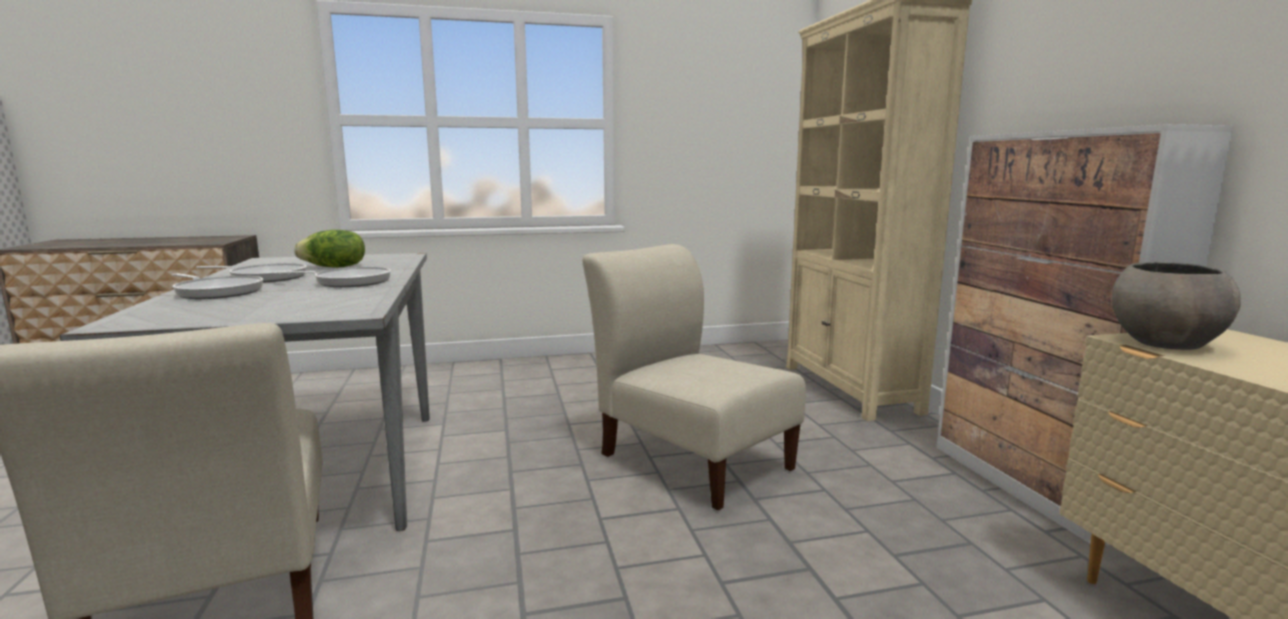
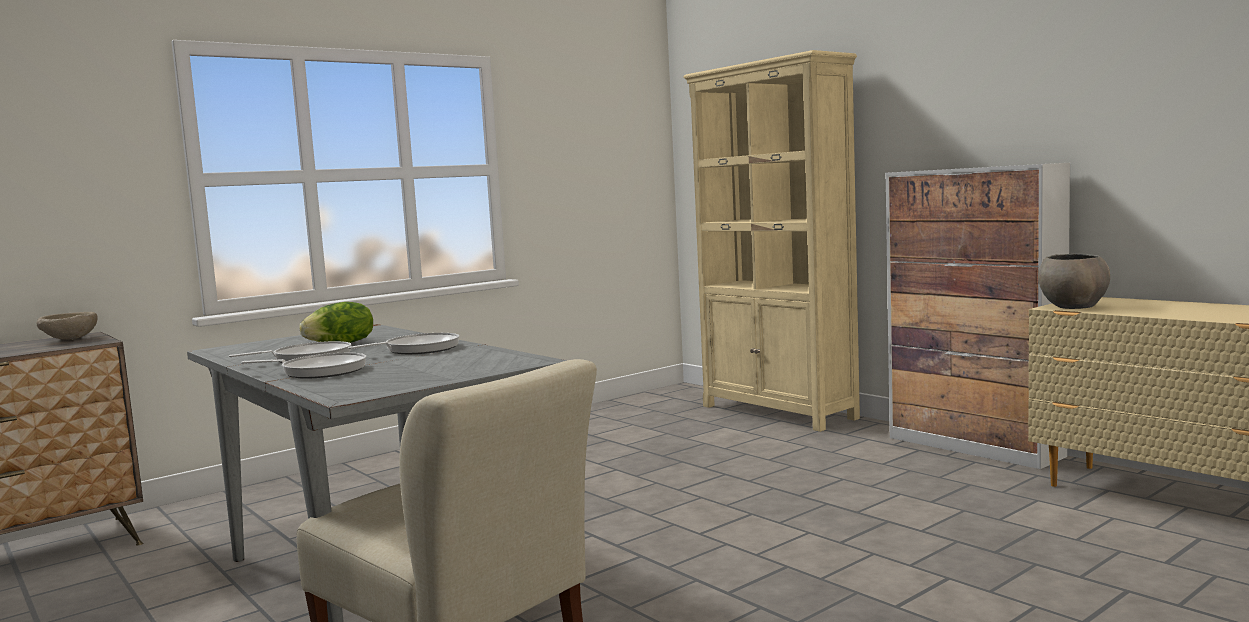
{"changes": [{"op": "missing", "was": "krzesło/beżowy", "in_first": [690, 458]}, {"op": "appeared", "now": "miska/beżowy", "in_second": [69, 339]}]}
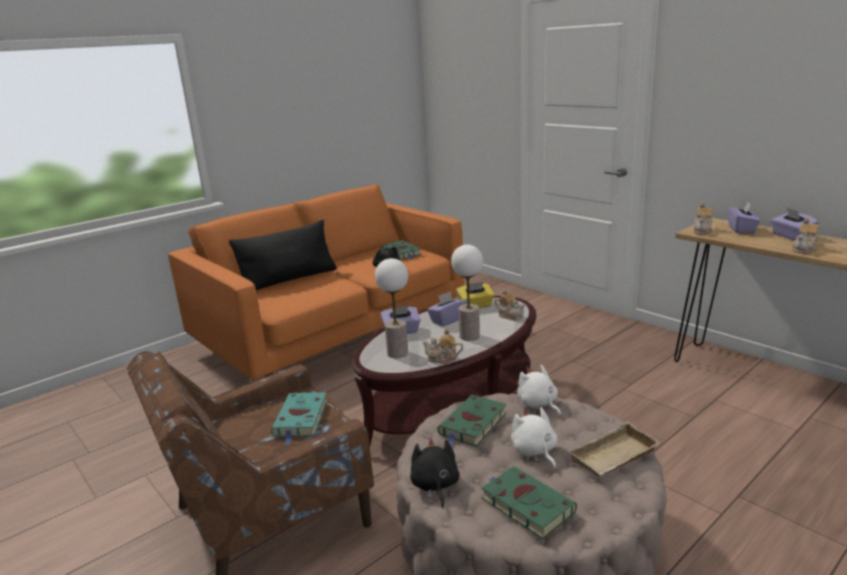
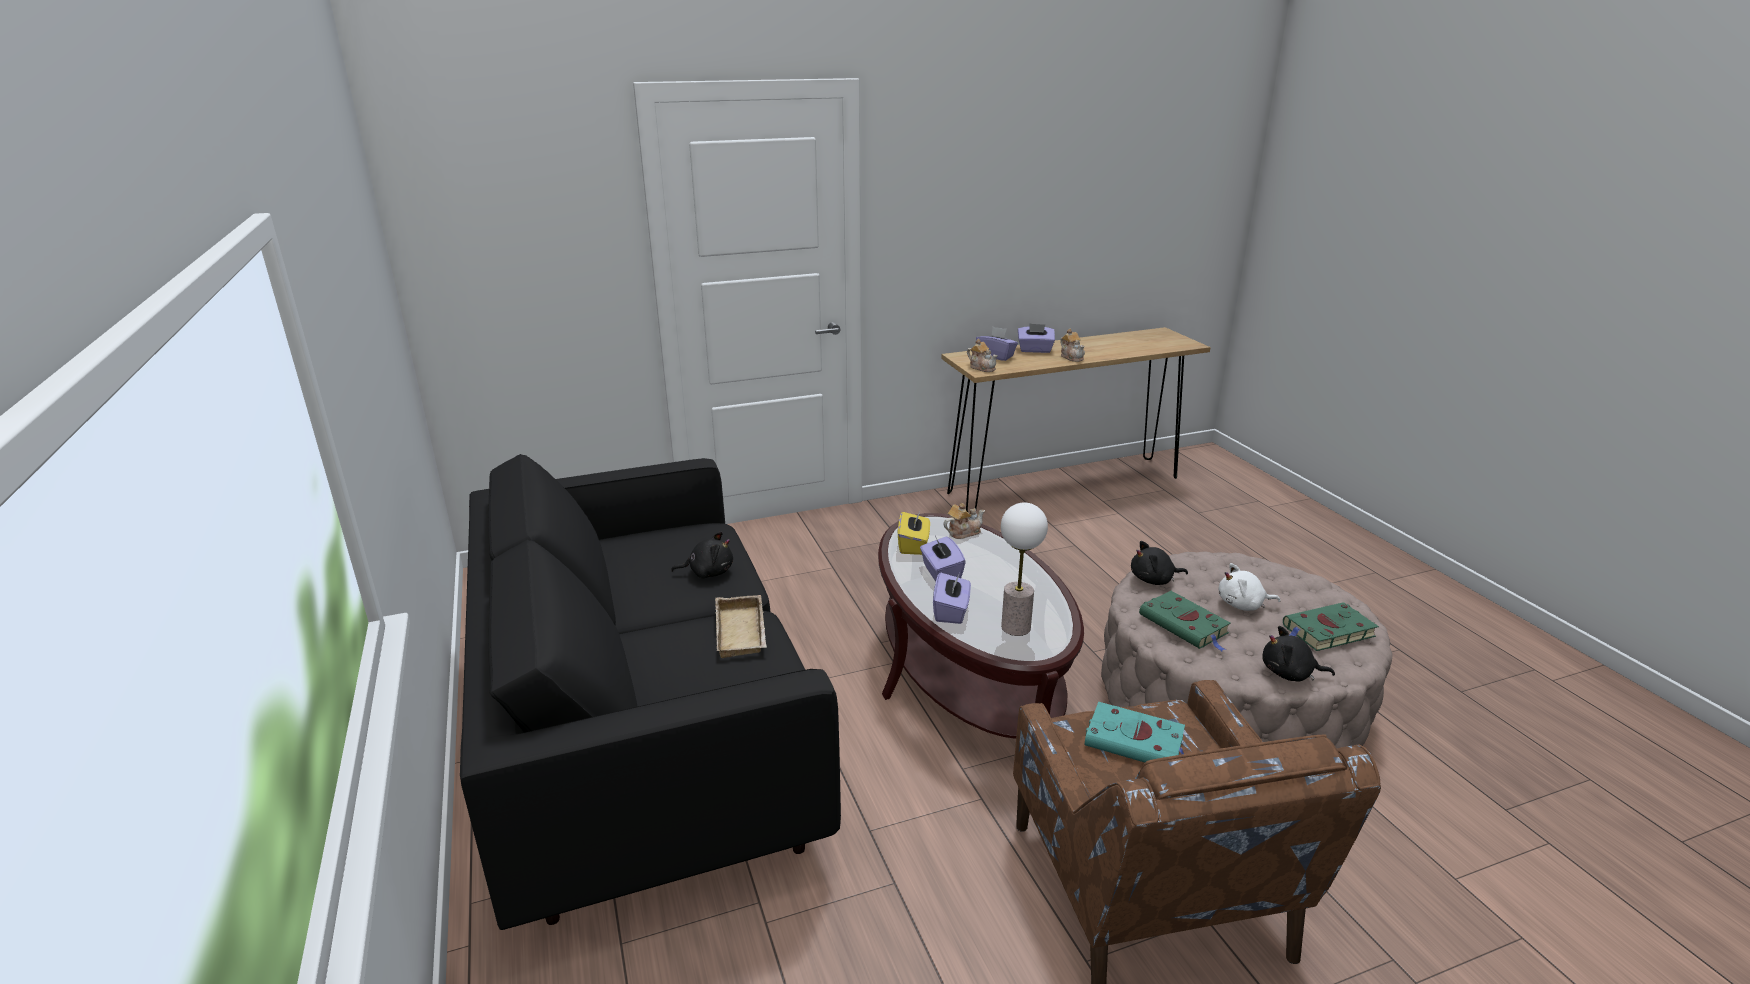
{"changes": [{"op": "colour", "was": "kanapa/pomarańczowy", "now": "kanapa/czarny", "in_first": [334, 335], "in_second": [648, 739]}, {"op": "missing", "was": "poduszka/czarny", "in_first": [289, 280]}, {"op": "missing", "was": "książka/zielony", "in_first": [402, 253]}, {"op": "missing", "was": "lampa stołowa", "in_first": [469, 336]}, {"op": "missing", "was": "imbryk", "in_first": [443, 359]}, {"op": "colour", "was": "pluszak/biały", "now": "pluszak/czarny", "in_first": [538, 404], "in_second": [1154, 580]}, {"op": "relocated", "was": "taca/beżowy", "in_first": [615, 458], "in_second": [743, 632]}]}
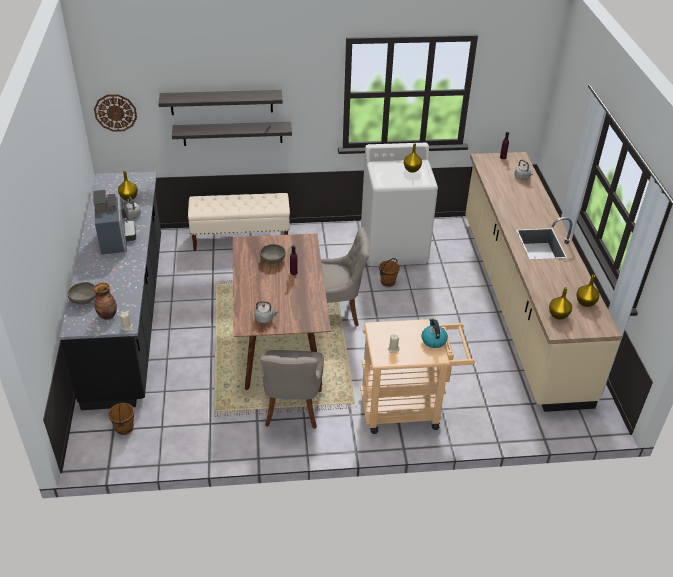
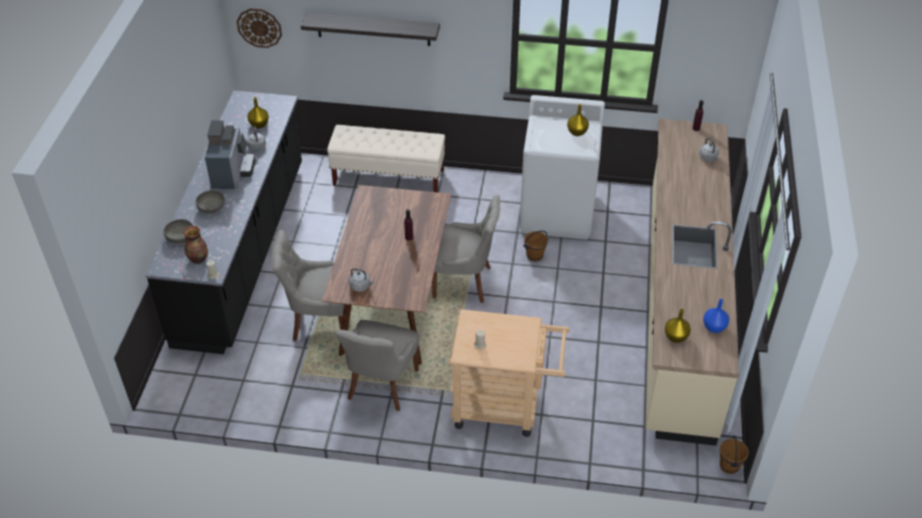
{"changes": [{"op": "missing", "was": "półka", "in_first": [232, 133]}, {"op": "relocated", "was": "miska/szary", "in_first": [272, 260], "in_second": [211, 208]}, {"op": "colour", "was": "wazon/żółty", "now": "wazon/niebieski", "in_first": [585, 303], "in_second": [713, 327]}, {"op": "missing", "was": "czajnik", "in_first": [433, 340]}, {"op": "relocated", "was": "wiadro/brązowy", "in_first": [125, 428], "in_second": [729, 466]}, {"op": "appeared", "now": "krzesło/szary", "in_second": [319, 321]}]}
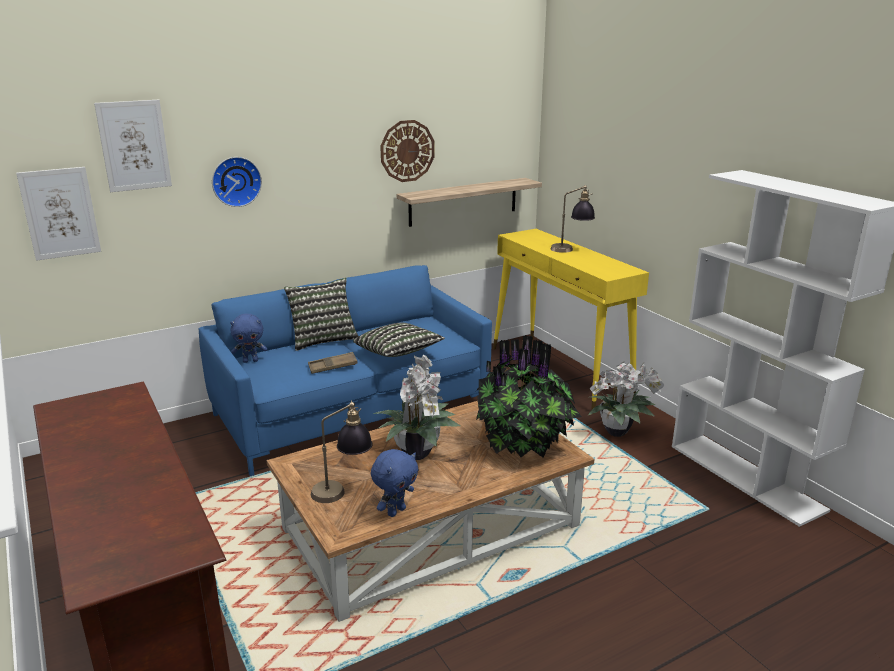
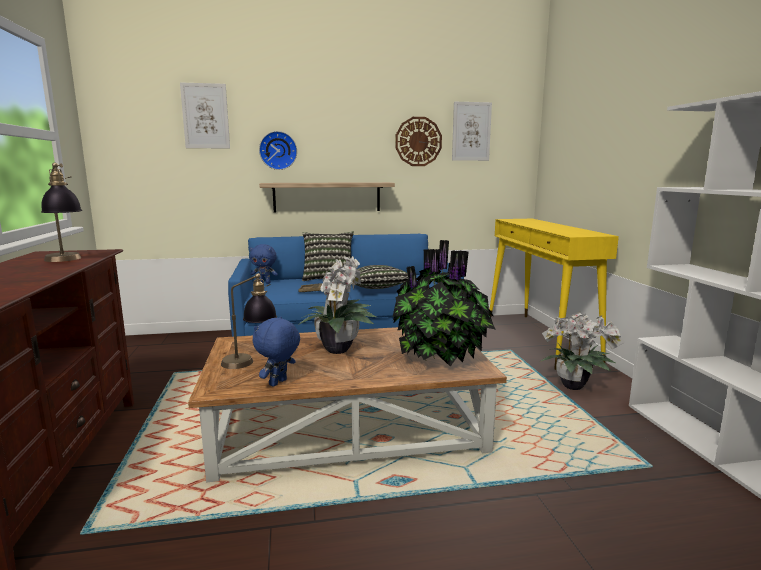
{"changes": [{"op": "relocated", "was": "obraz", "in_first": [60, 213], "in_second": [471, 131]}, {"op": "relocated", "was": "półka", "in_first": [463, 202], "in_second": [327, 197]}, {"op": "relocated", "was": "lampa stołowa", "in_first": [571, 250], "in_second": [66, 260]}, {"op": "spun", "was": "pluszak/niebieski", "in_first": [396, 511], "in_second": [278, 383], "clockwise": 150}]}
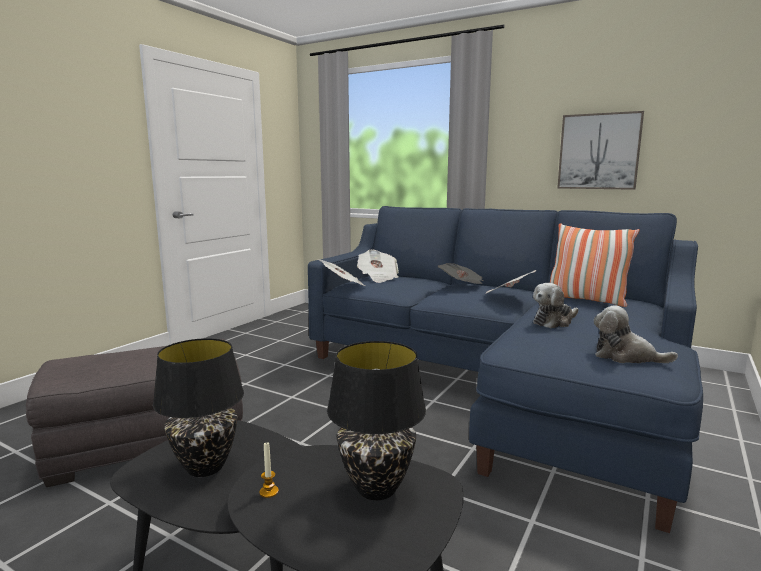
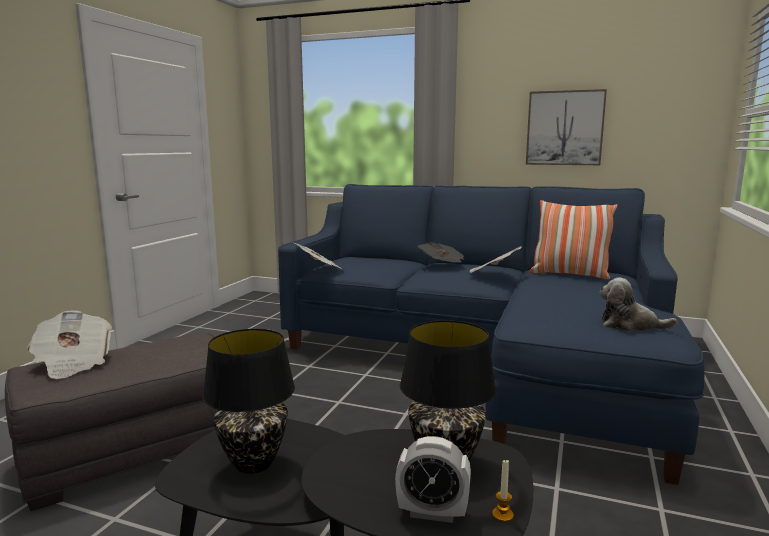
{"changes": [{"op": "relocated", "was": "gazeta", "in_first": [378, 278], "in_second": [73, 363]}, {"op": "missing", "was": "pluszak", "in_first": [554, 322]}, {"op": "relocated", "was": "świeca", "in_first": [269, 492], "in_second": [502, 515]}, {"op": "appeared", "now": "budzik", "in_second": [432, 513]}]}
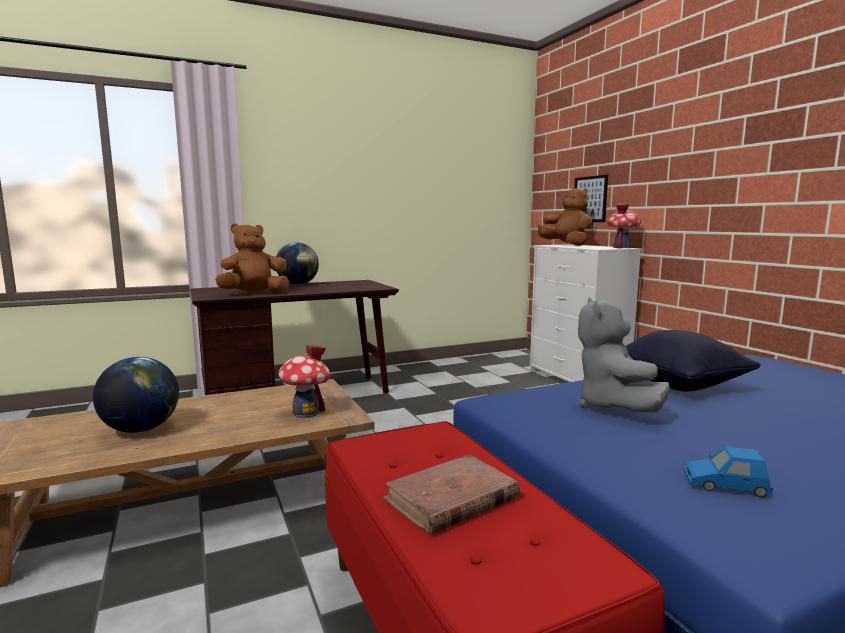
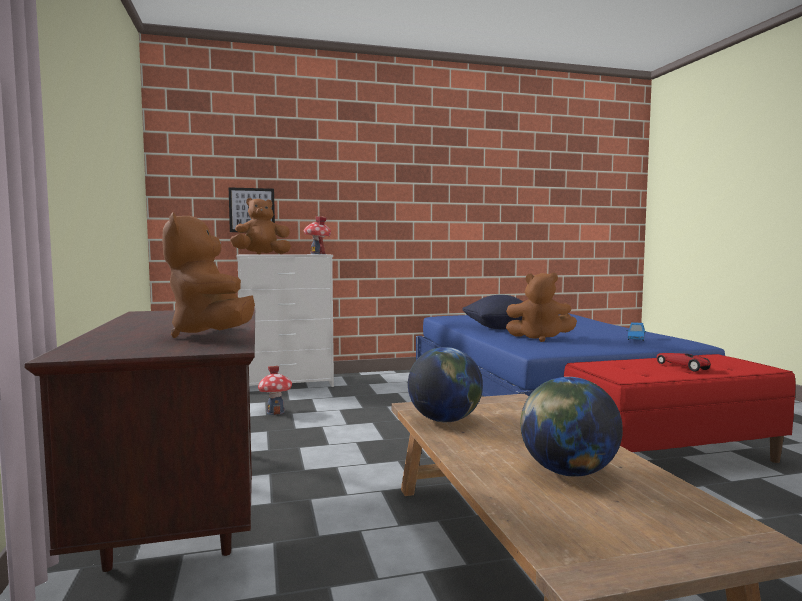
{"changes": [{"op": "relocated", "was": "globus", "in_first": [298, 284], "in_second": [445, 420]}, {"op": "colour", "was": "pluszak/szary", "now": "pluszak/brązowy", "in_first": [613, 407], "in_second": [539, 338]}, {"op": "relocated", "was": "domek", "in_first": [306, 413], "in_second": [275, 412]}, {"op": "exchanged", "was": "książka/brązowy", "now": "samochodzik", "in_first": [451, 499], "in_second": [682, 367]}]}
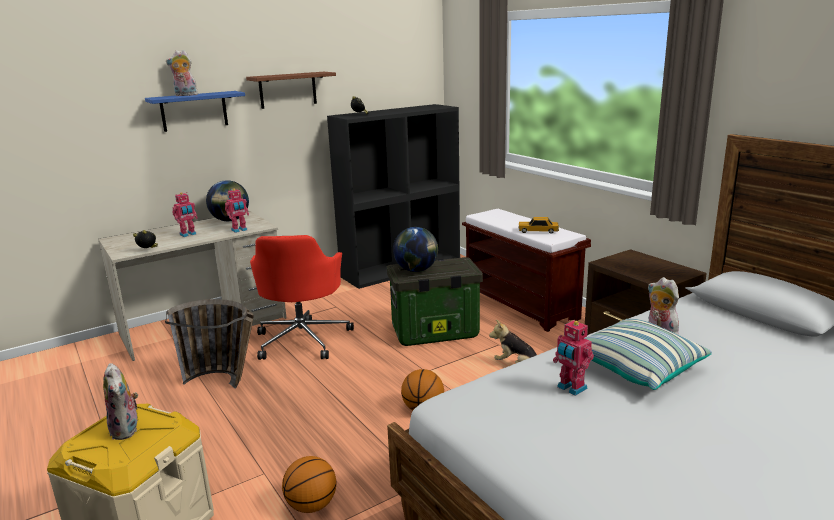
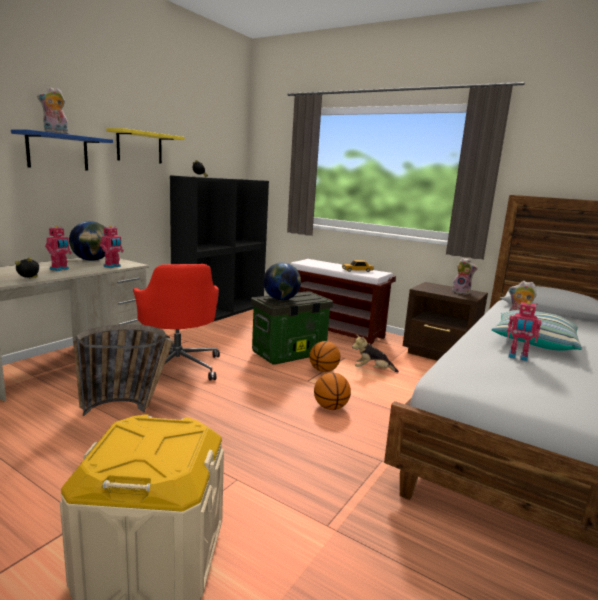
{"changes": [{"op": "colour", "was": "półka/brązowy", "now": "półka/żółty", "in_first": [288, 90], "in_second": [139, 147]}, {"op": "relocated", "was": "pluszak", "in_first": [127, 430], "in_second": [461, 292]}, {"op": "relocated", "was": "piłka do koszykówki", "in_first": [311, 505], "in_second": [323, 370]}]}
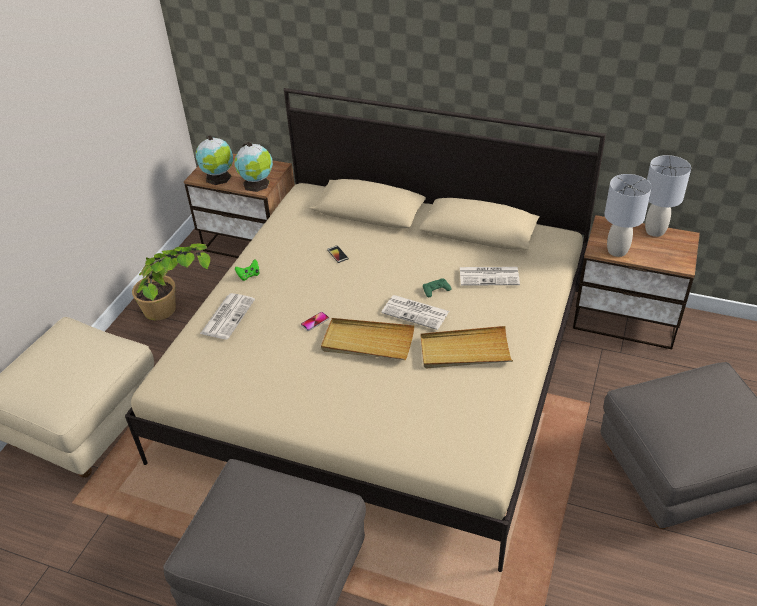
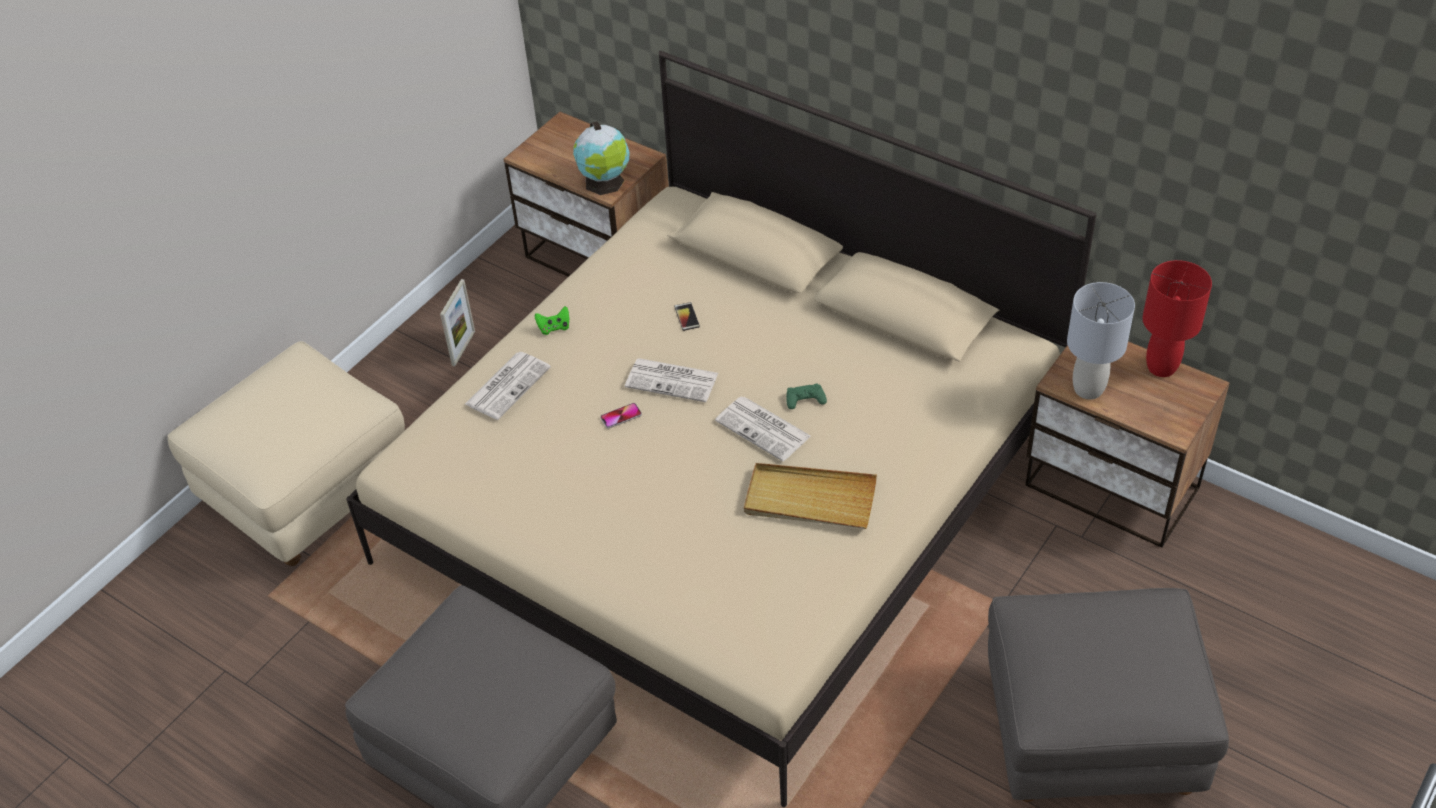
{"changes": [{"op": "missing", "was": "globus", "in_first": [218, 178]}, {"op": "colour", "was": "lampa stołowa/szary", "now": "lampa stołowa/czerwony", "in_first": [654, 231], "in_second": [1161, 367]}, {"op": "exchanged", "was": "roślina doniczkowa", "now": "ramka na zdjęcie", "in_first": [176, 311], "in_second": [463, 348]}, {"op": "relocated", "was": "gazeta", "in_first": [490, 276], "in_second": [673, 380]}, {"op": "missing", "was": "taca/beżowy", "in_first": [367, 342]}]}
